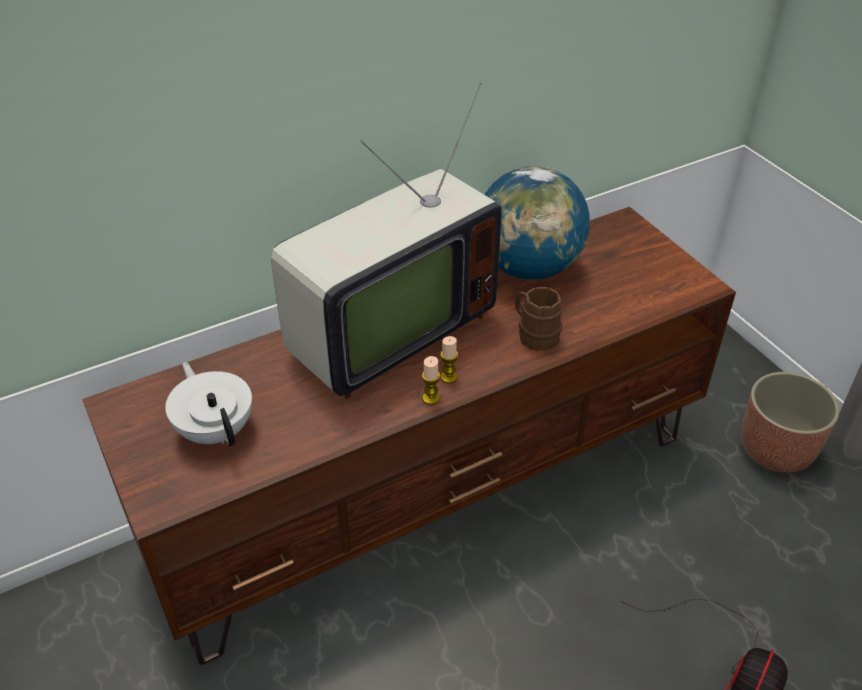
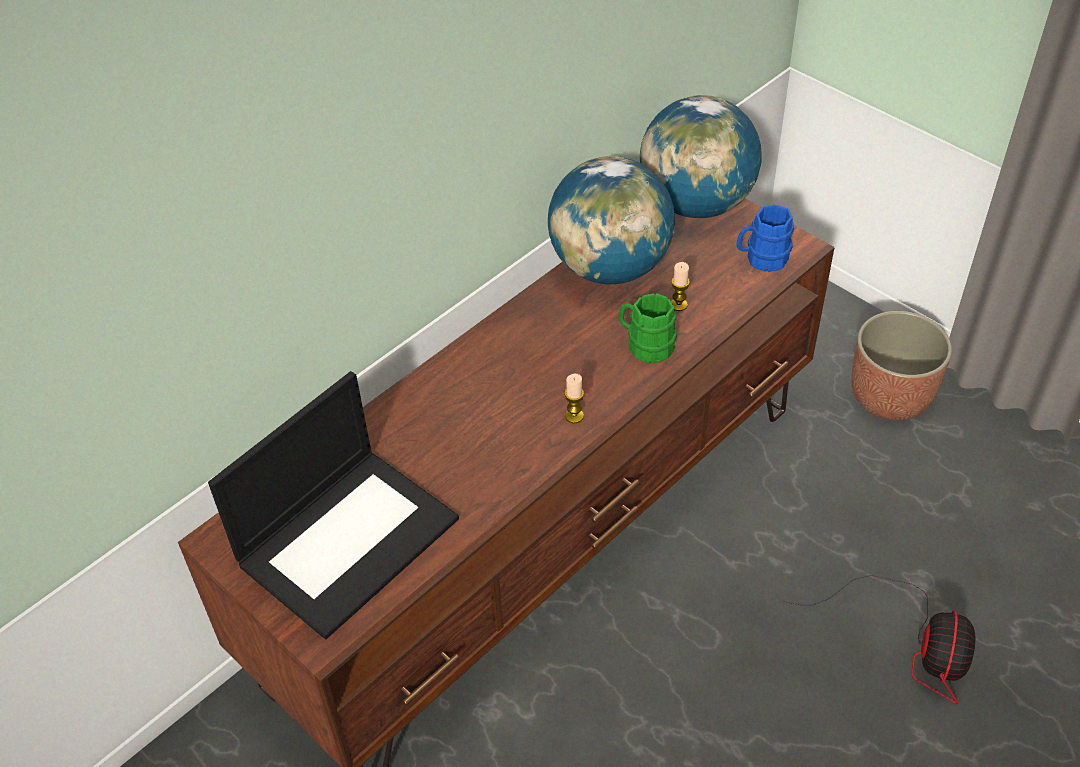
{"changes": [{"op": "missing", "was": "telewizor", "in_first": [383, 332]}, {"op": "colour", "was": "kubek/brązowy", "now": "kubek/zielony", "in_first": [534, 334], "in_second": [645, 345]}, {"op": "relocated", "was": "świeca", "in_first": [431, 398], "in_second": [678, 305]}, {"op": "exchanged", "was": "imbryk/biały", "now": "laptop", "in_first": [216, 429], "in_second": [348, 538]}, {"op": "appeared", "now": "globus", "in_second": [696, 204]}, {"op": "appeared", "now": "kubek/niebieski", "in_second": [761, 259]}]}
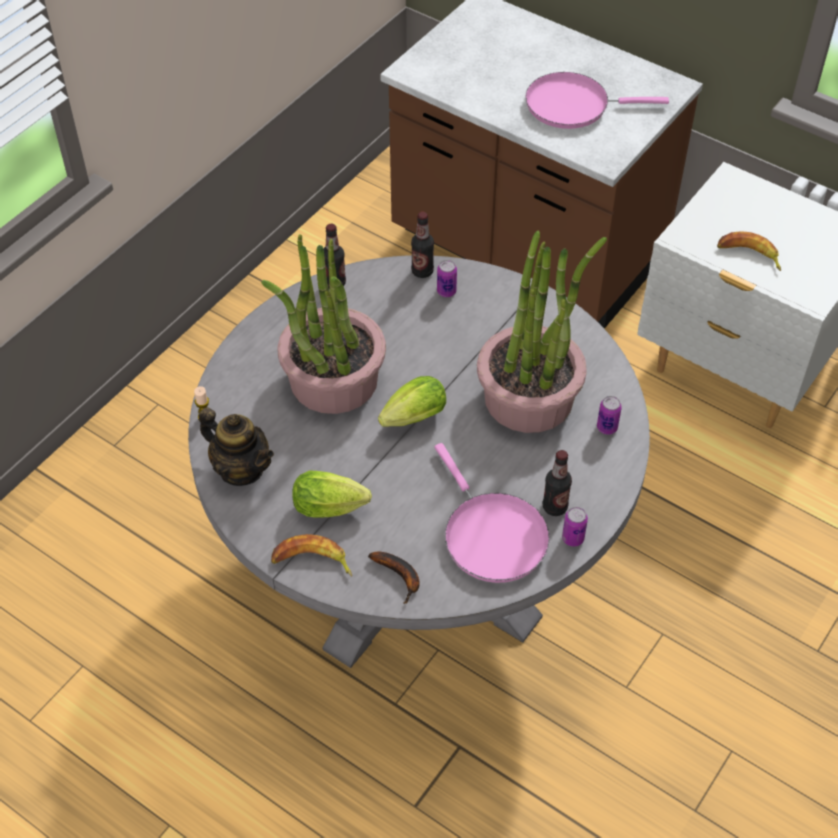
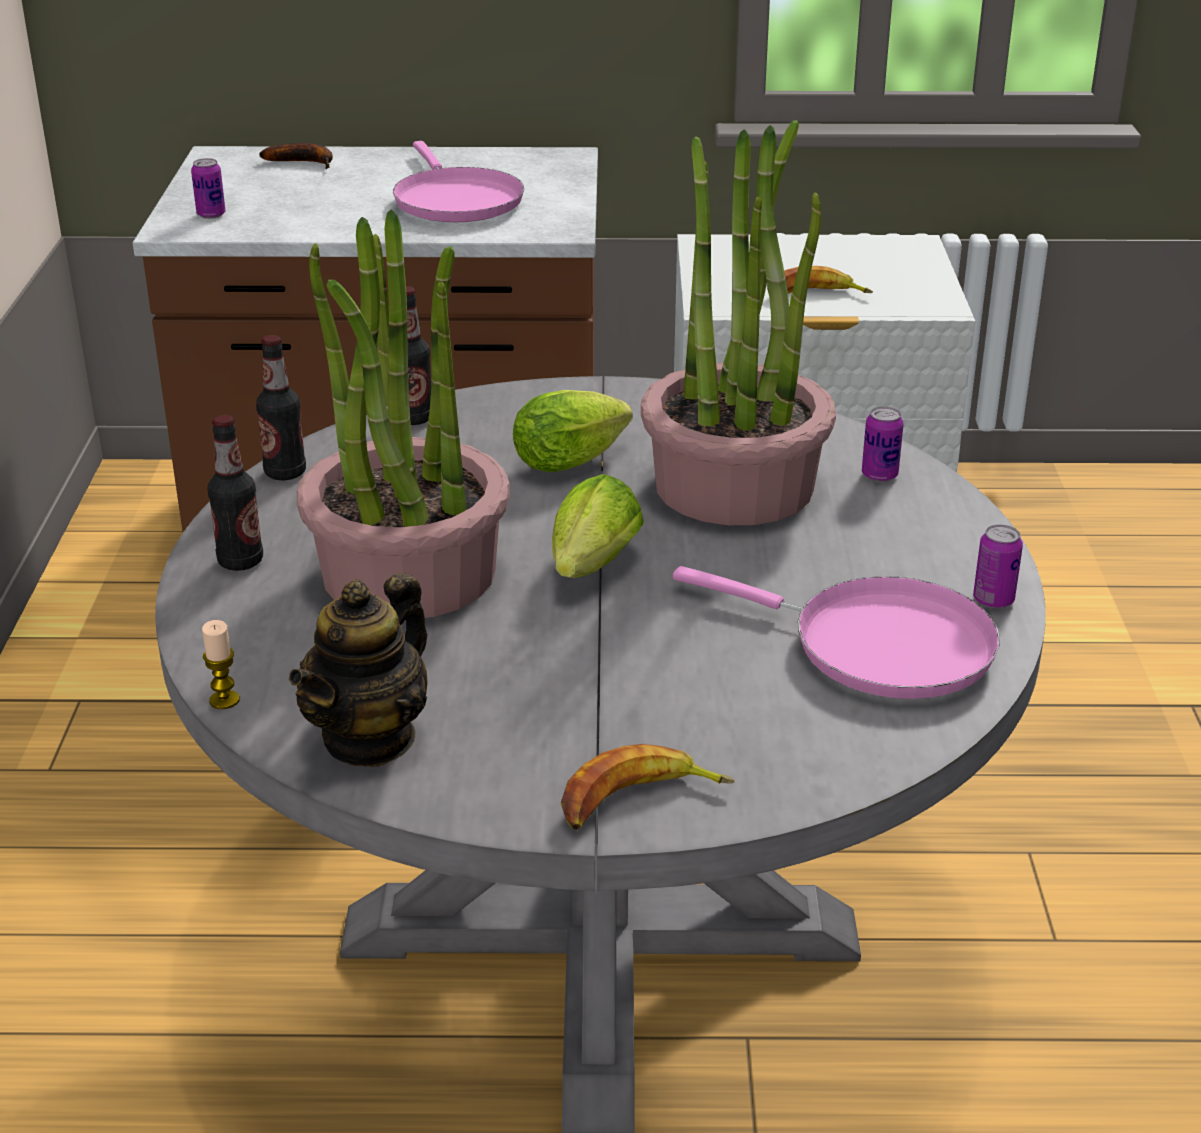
{"changes": [{"op": "spun", "was": "patelnia/różowy", "in_first": [573, 105], "in_second": [455, 200], "clockwise": -75}, {"op": "relocated", "was": "puszka", "in_first": [446, 291], "in_second": [211, 214]}, {"op": "spun", "was": "imbryk", "in_first": [241, 469], "in_second": [370, 738], "clockwise": 120}, {"op": "relocated", "was": "butelka", "in_first": [555, 507], "in_second": [240, 561]}, {"op": "relocated", "was": "sałata", "in_first": [333, 507], "in_second": [575, 461]}, {"op": "relocated", "was": "banan", "in_first": [400, 576], "in_second": [304, 162]}]}
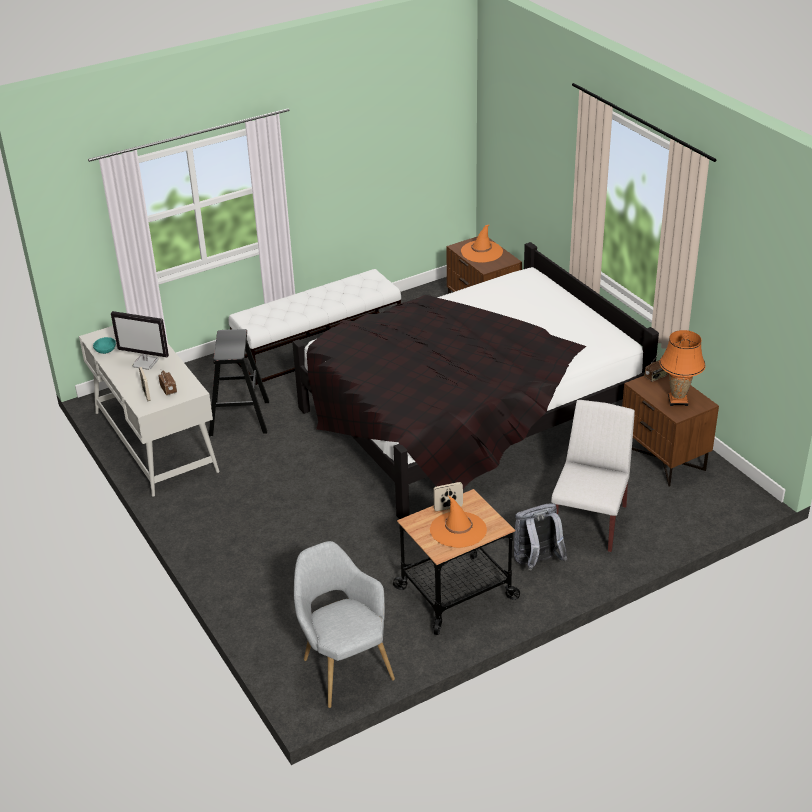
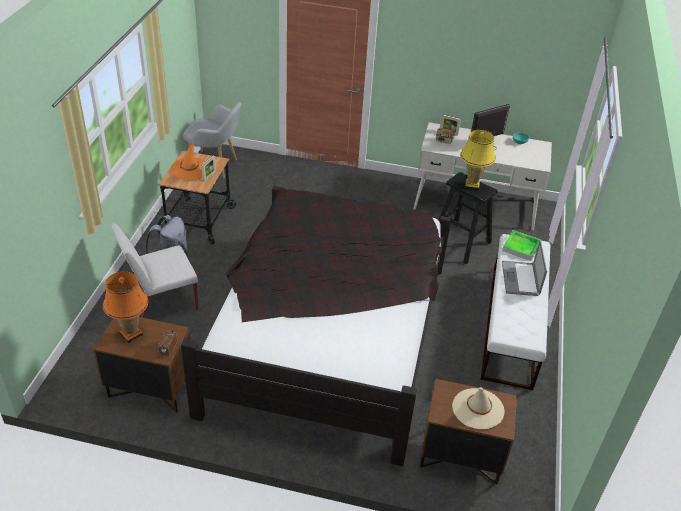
{"changes": [{"op": "colour", "was": "kapelusz/pomarańczowy", "now": "kapelusz/beżowy", "in_first": [481, 252], "in_second": [477, 409]}, {"op": "spun", "was": "krzesło/biały", "in_first": [590, 522], "in_second": [161, 303], "clockwise": 90}, {"op": "appeared", "now": "lampa stołowa/żółty", "in_second": [472, 185]}, {"op": "appeared", "now": "taca", "in_second": [521, 247]}, {"op": "appeared", "now": "laptop", "in_second": [520, 278]}]}
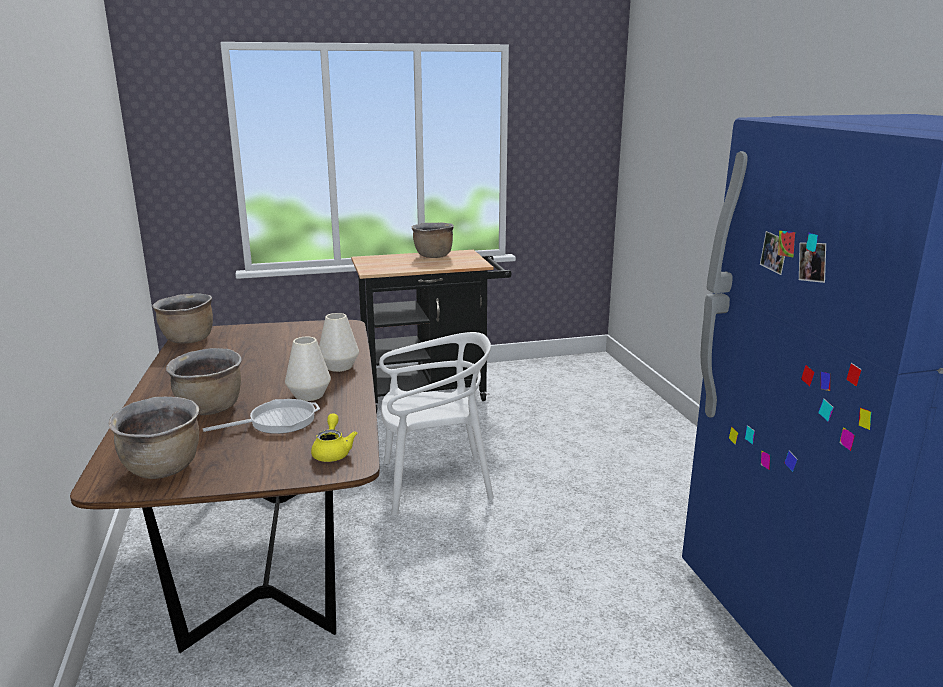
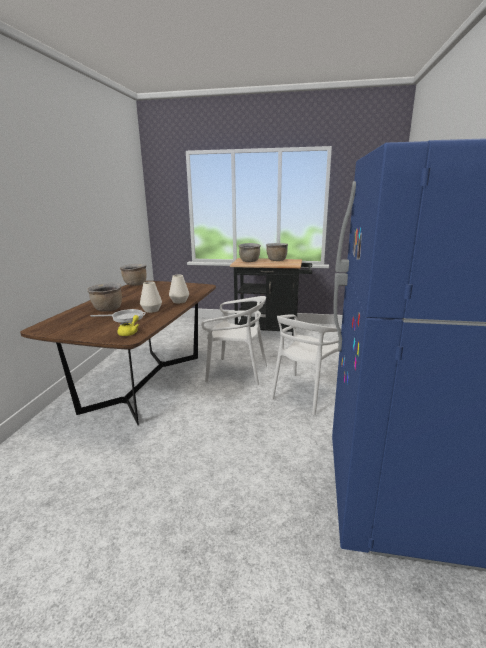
{"changes": [{"op": "relocated", "was": "garnek/brązowy", "in_first": [163, 469], "in_second": [249, 261]}, {"op": "appeared", "now": "krzesło/biały", "in_second": [306, 393]}]}
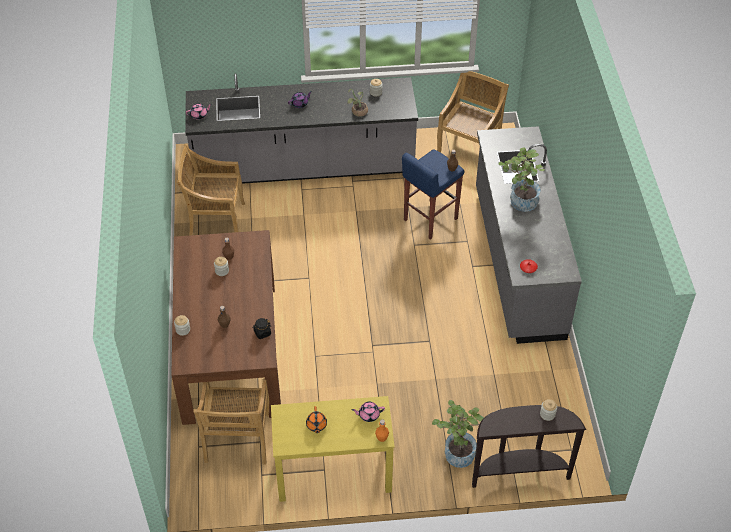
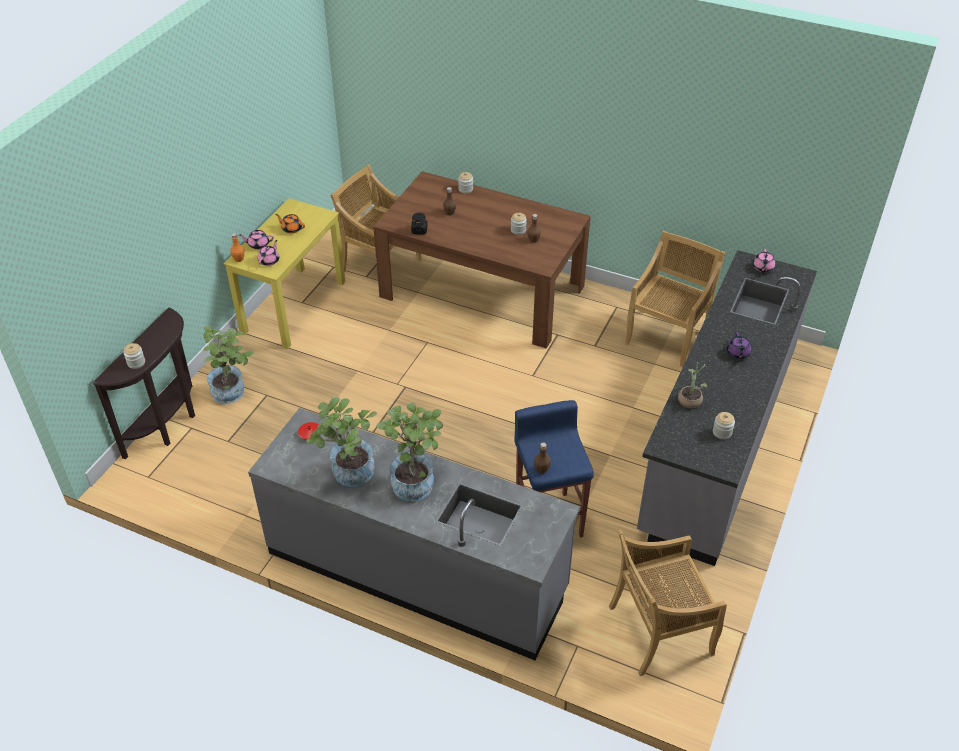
{"changes": [{"op": "spun", "was": "krzesło/beżowy", "in_first": [469, 149], "in_second": [658, 631], "clockwise": 105}, {"op": "appeared", "now": "imbryk/różowy", "in_second": [258, 245]}, {"op": "appeared", "now": "roślina doniczkowa", "in_second": [349, 475]}]}
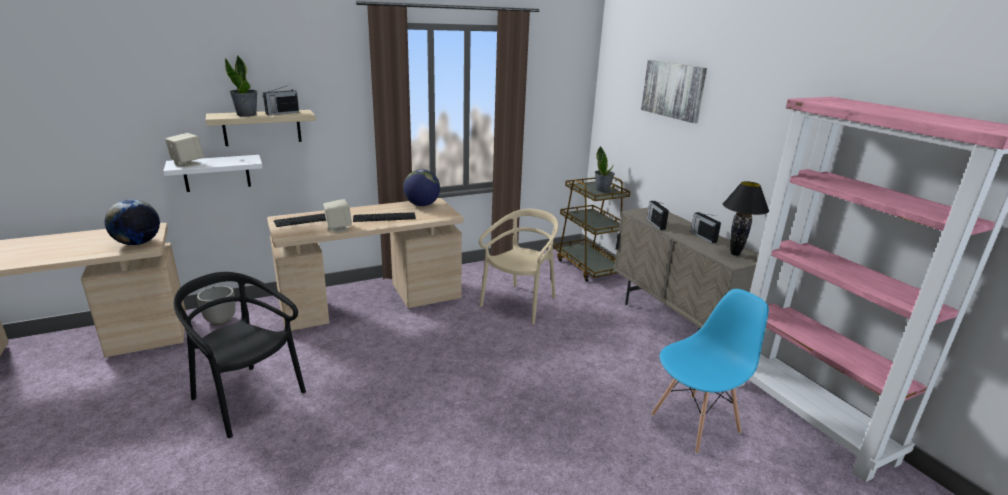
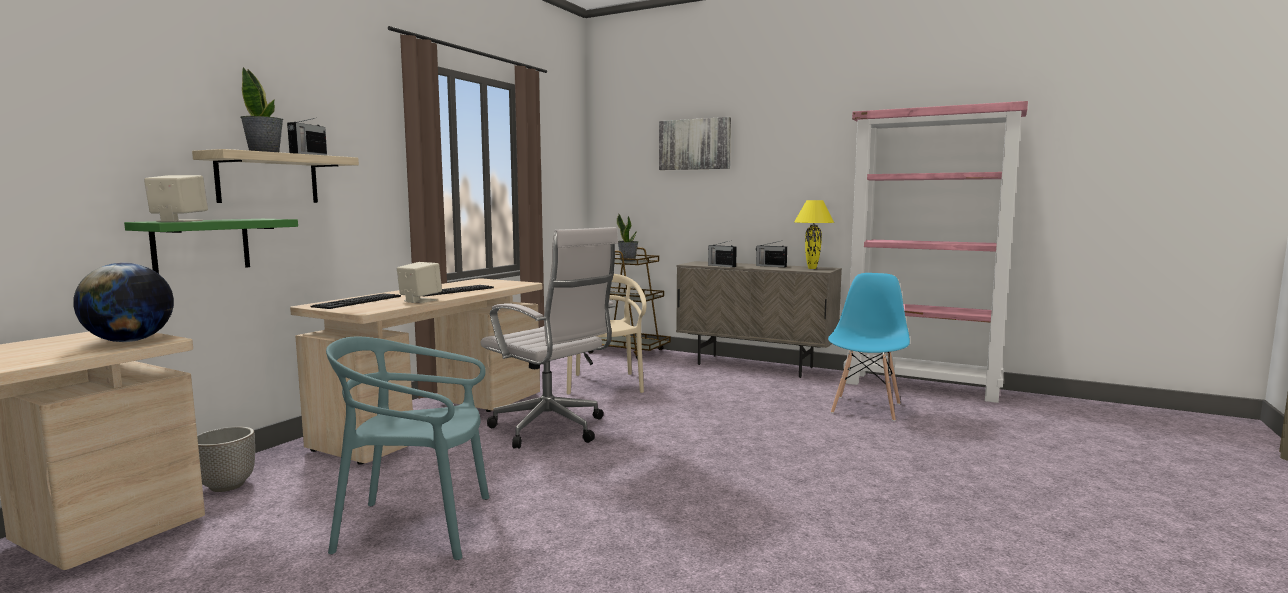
{"changes": [{"op": "colour", "was": "półka/biały", "now": "półka/zielony", "in_first": [217, 173], "in_second": [201, 245]}, {"op": "missing", "was": "globus", "in_first": [422, 205]}, {"op": "colour", "was": "lampa stołowa/czarny", "now": "lampa stołowa/żółty", "in_first": [735, 254], "in_second": [812, 268]}, {"op": "colour", "was": "krzesło/czarny", "now": "krzesło/turkusowy", "in_first": [246, 398], "in_second": [416, 527]}, {"op": "appeared", "now": "krzesło biurowe/biały", "in_second": [552, 430]}]}
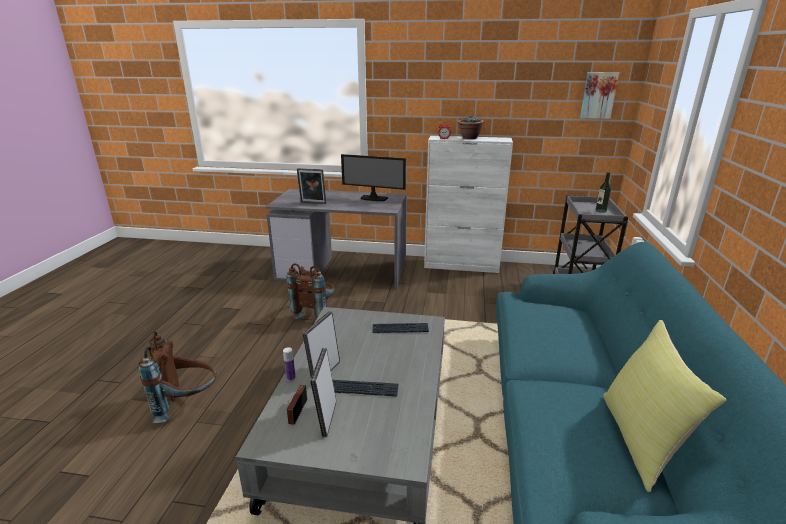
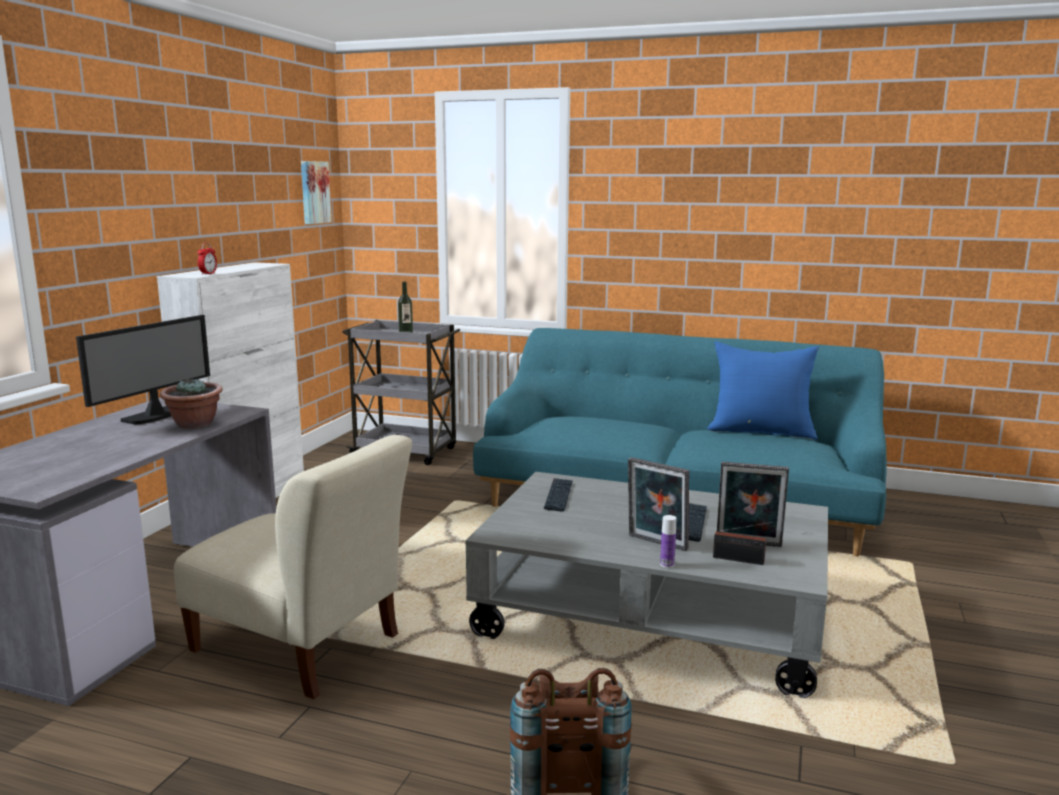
{"changes": [{"op": "relocated", "was": "roślina doniczkowa", "in_first": [469, 138], "in_second": [195, 424]}, {"op": "missing", "was": "ramka na zdjęcie", "in_first": [313, 203]}, {"op": "exchanged", "was": "plecak/brązowy", "now": "krzesło/beżowy", "in_first": [315, 313], "in_second": [301, 647]}, {"op": "colour", "was": "poduszka/żółty", "now": "poduszka/niebieski", "in_first": [641, 440], "in_second": [761, 431]}]}
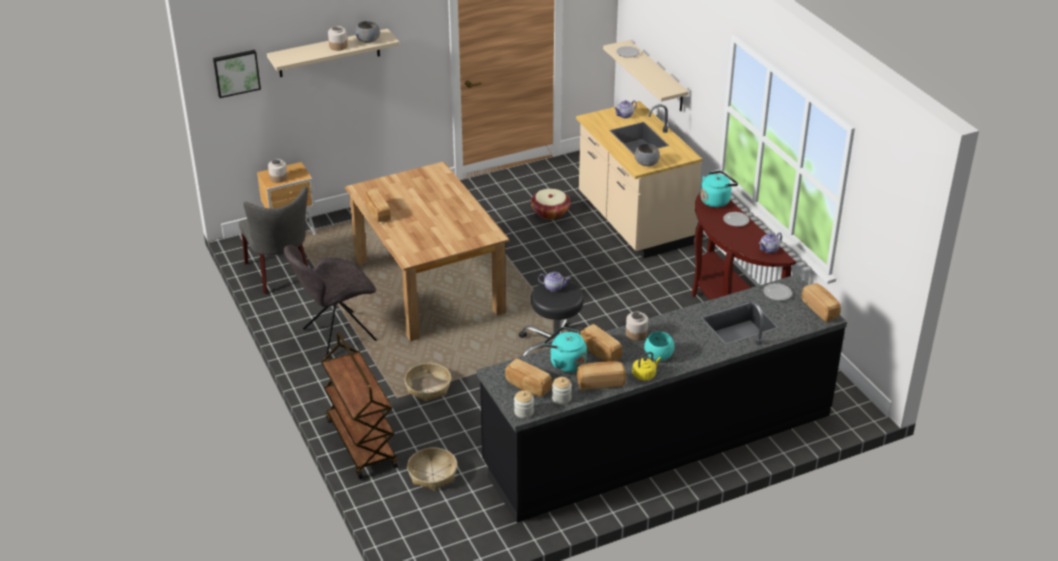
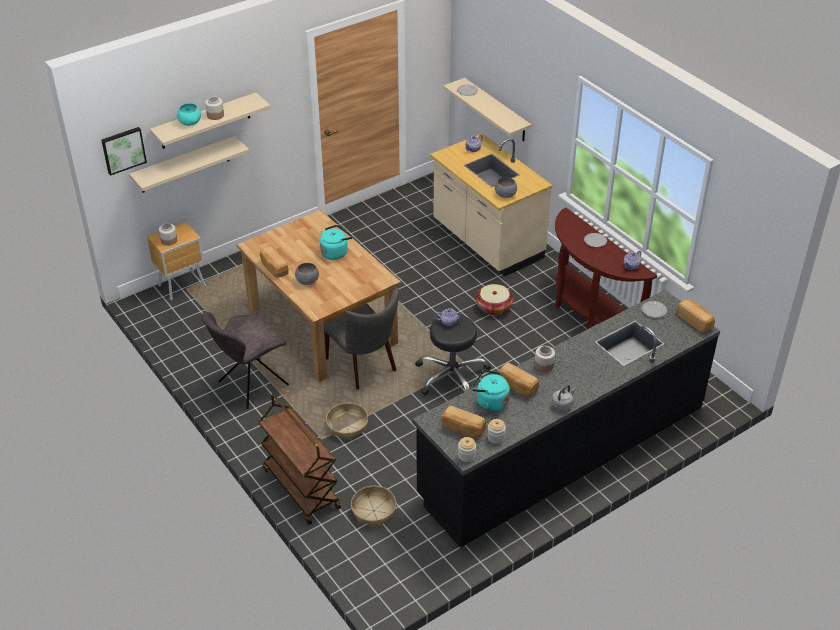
{"changes": [{"op": "relocated", "was": "miska/szary", "in_first": [368, 40], "in_second": [308, 281]}, {"op": "relocated", "was": "czajnik/turkusowy", "in_first": [716, 200], "in_second": [335, 252]}, {"op": "relocated", "was": "krzesło/szary", "in_first": [281, 274], "in_second": [364, 366]}, {"op": "relocated", "was": "koszyk", "in_first": [550, 212], "in_second": [494, 307]}, {"op": "relocated", "was": "miska/turkusowy", "in_first": [658, 356], "in_second": [190, 122]}, {"op": "colour", "was": "czajnik/żółty", "now": "czajnik/szary", "in_first": [645, 375], "in_second": [562, 404]}, {"op": "missing", "was": "chleb", "in_first": [600, 382]}, {"op": "appeared", "now": "półka/beżowy", "in_second": [184, 165]}]}
